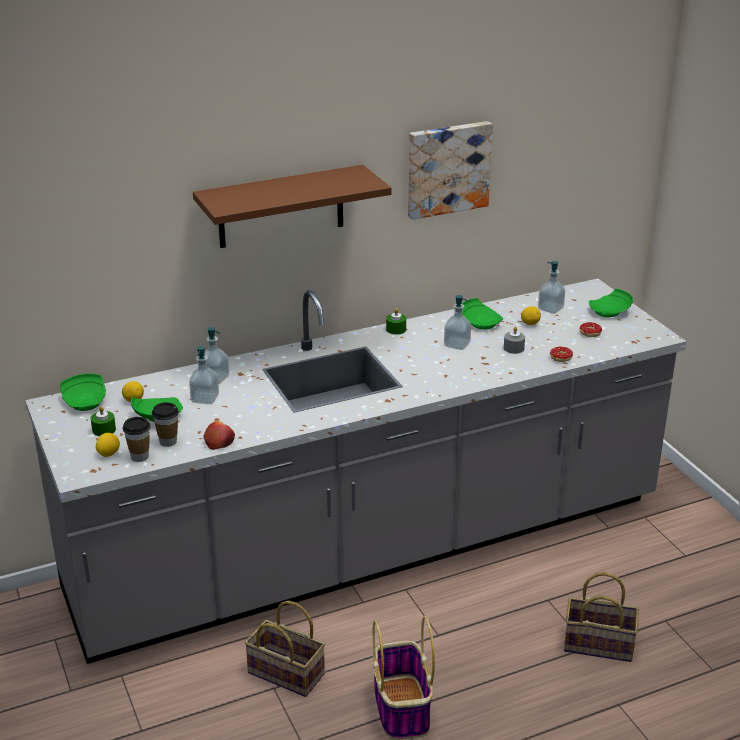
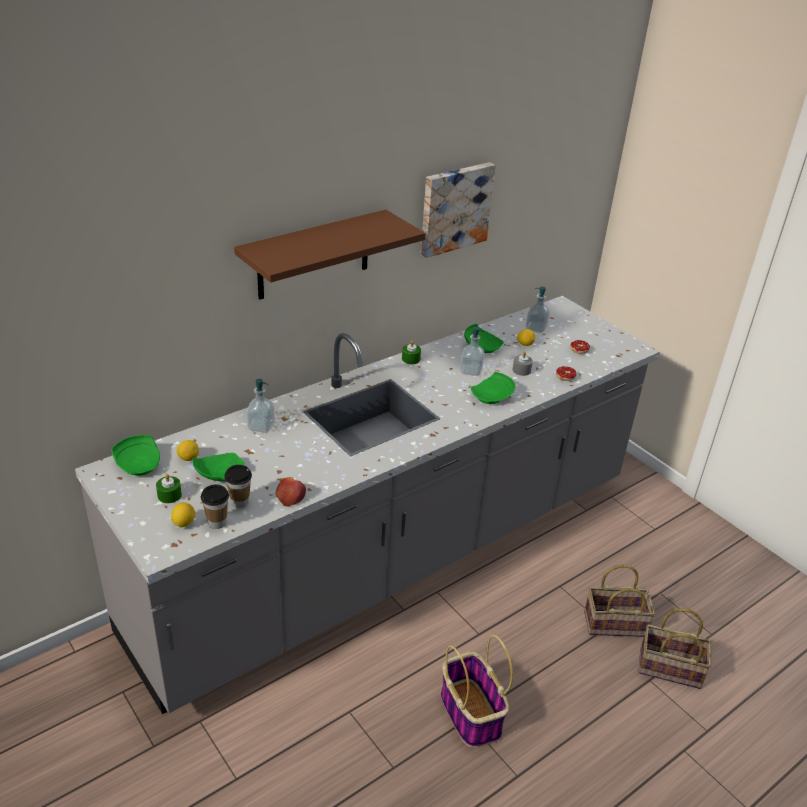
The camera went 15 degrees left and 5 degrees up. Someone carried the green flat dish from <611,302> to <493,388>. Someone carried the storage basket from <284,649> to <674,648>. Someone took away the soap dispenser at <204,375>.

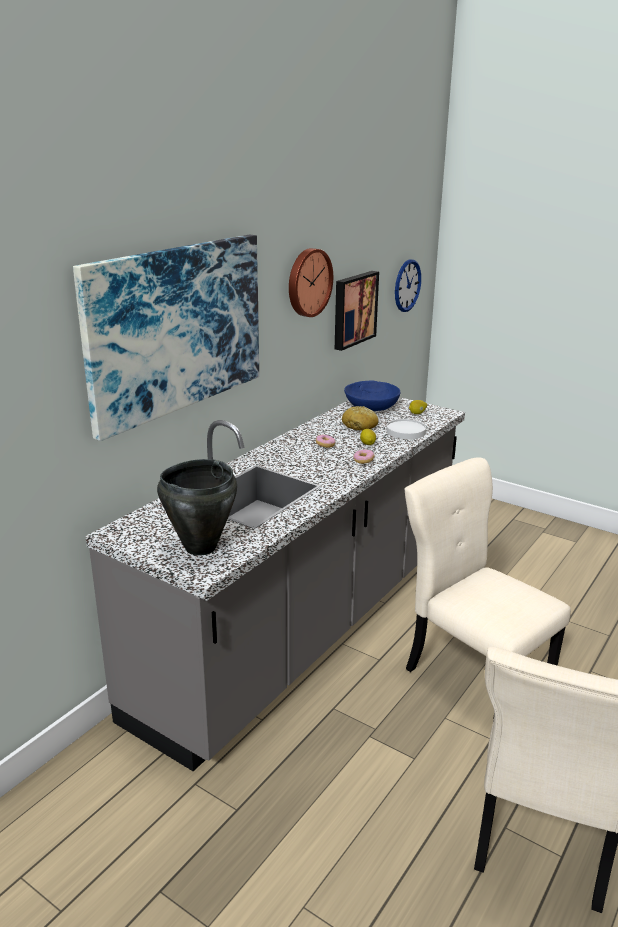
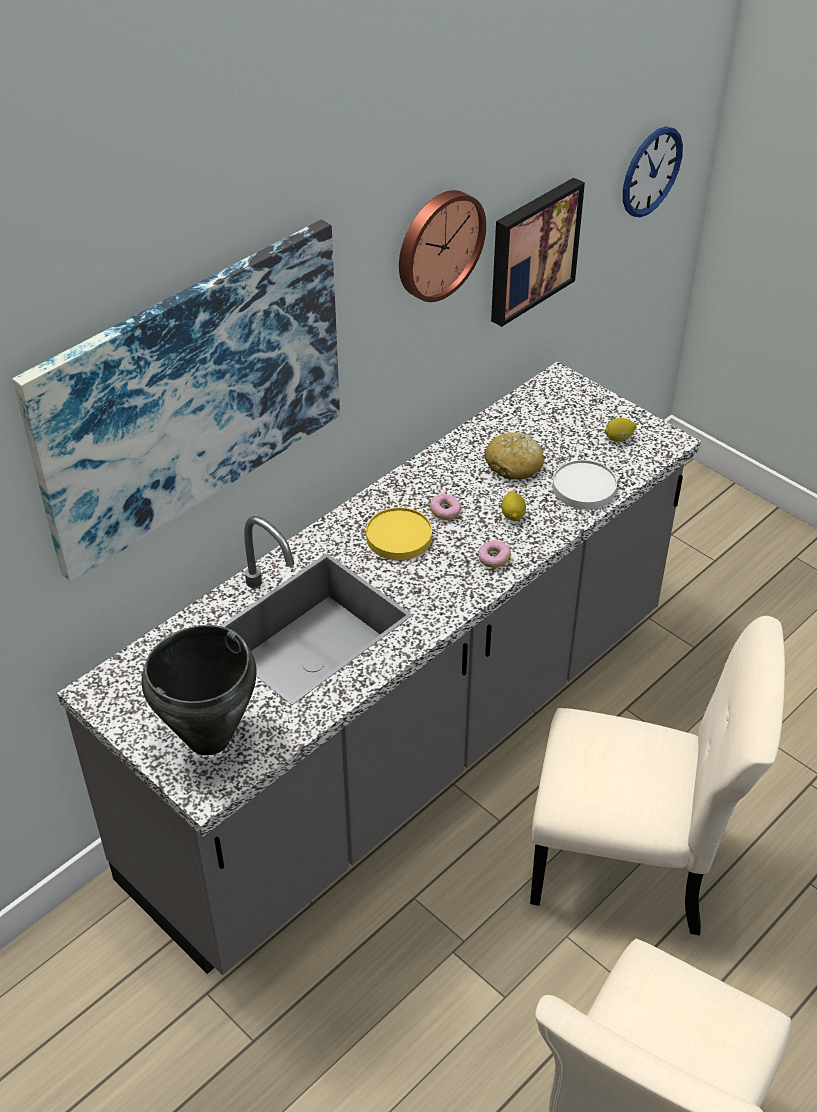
The camera went 10 degrees right and 20 degrees up. Someone put down the yellowish flat dish at <399,533>. Someone rotated the beige-coloured plain chair at <488,588> by 135 degrees clockwise. Someone took away the bluish deep dish at <372,395>.

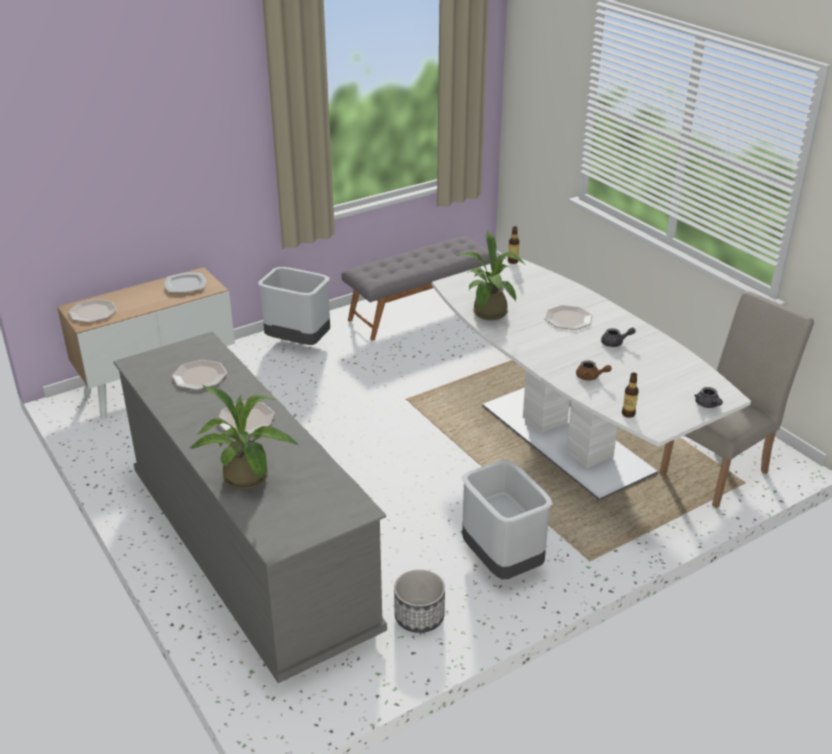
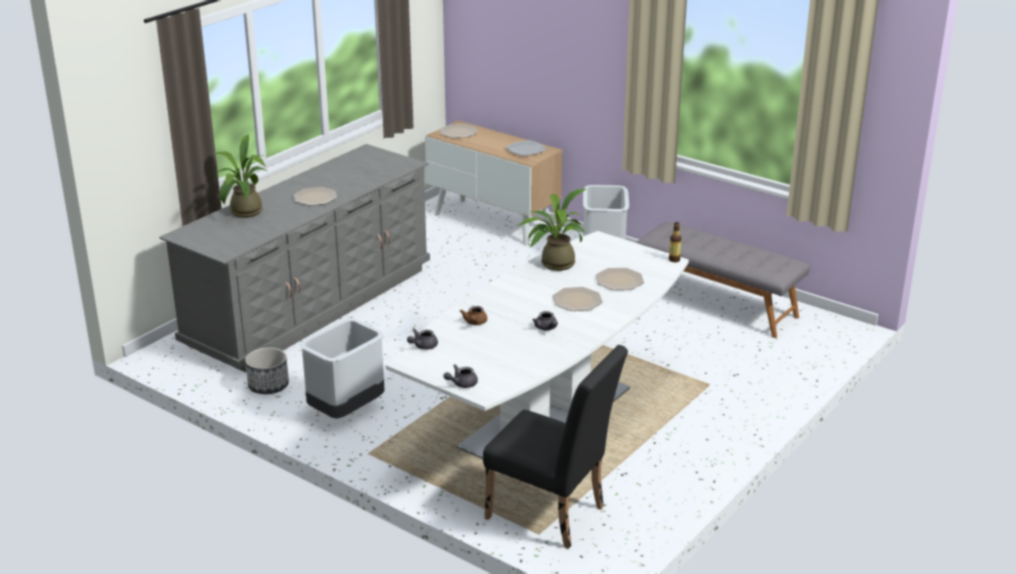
The camera went 70 degrees right and 5 degrees down. Someone swapped the drink bottle at <630,395> for the gray tea pot at <422,339>. Someone repainted the beige-coloured plain chair at <737,399>, which became the black plain chair at <555,447>. Someone carried the flat dish from <199,375> to <620,279>.

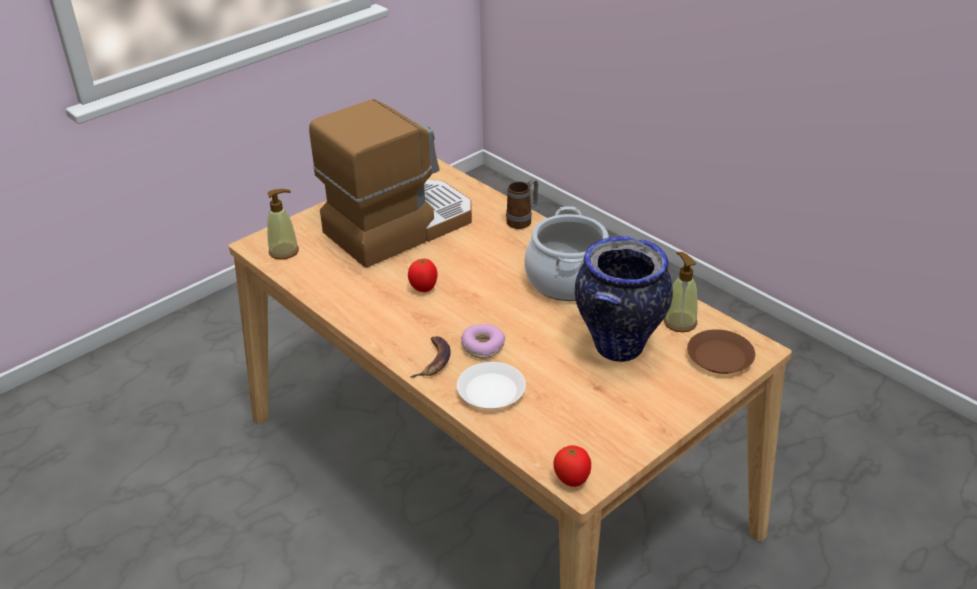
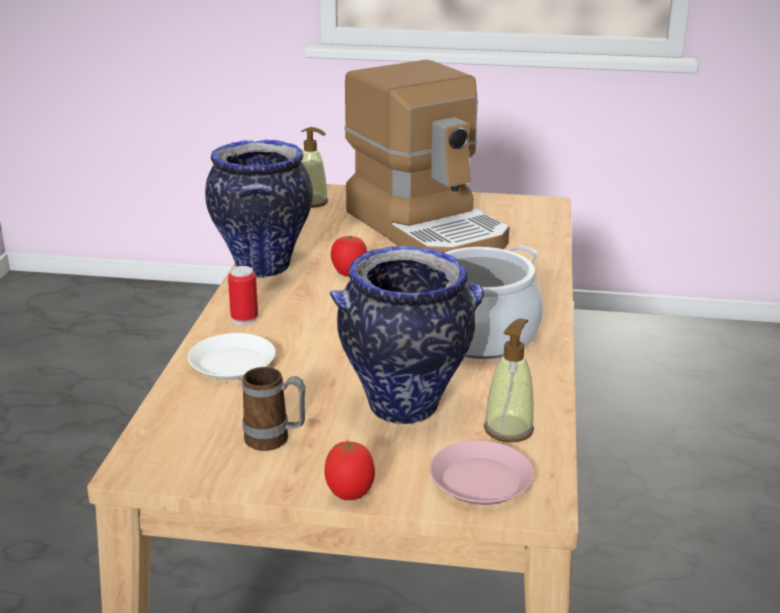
The camera went 50 degrees right and 10 degrees down. Someone put down the vase at <259,208>. Someone swapped the banana fruit at <430,357> for the metal can at <243,295>. Someone carried the tea mug from <522,204> to <273,409>. Someone carried the fresh tomato from <572,465> to <349,470>. Someone rotated the coffee machine at <390,183> by 45 degrees clockwise. Someone repainted the brownish flat dish at <721,351>, which became the pinkish flat dish at <482,472>. Someone took away the ring doughnut at <483,341>.

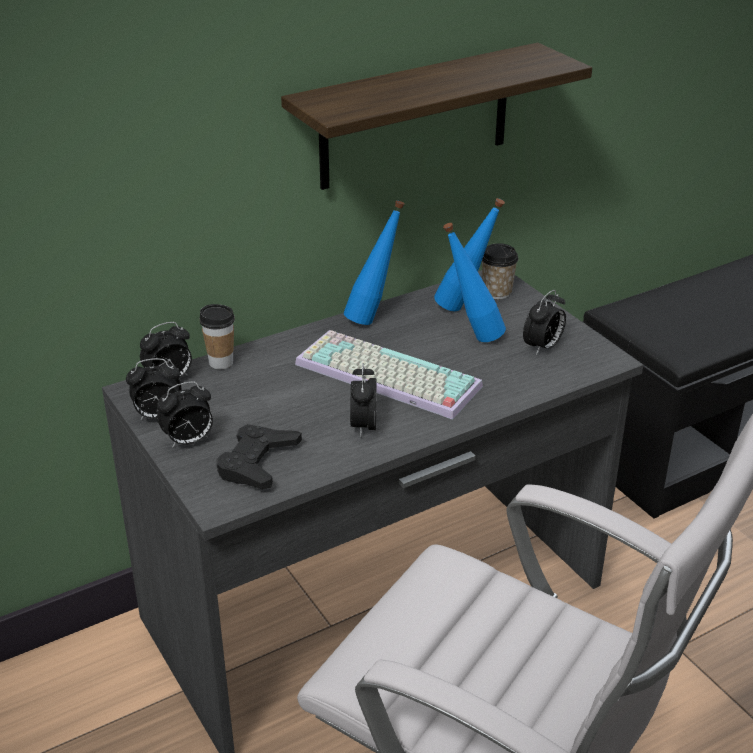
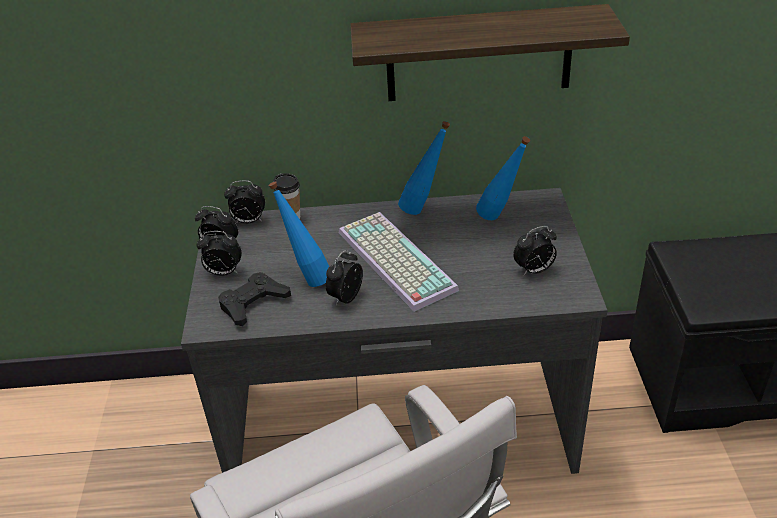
The camera went 30 degrees right and 5 degrees up. Someone carried the bluish drink bottle from <474,282> to <298,234>. Someone took away the drinking cup at <500,271>.

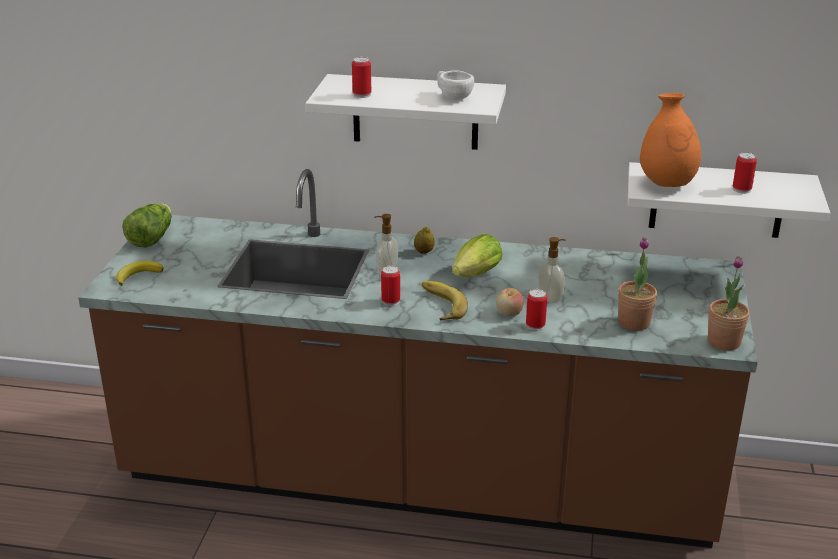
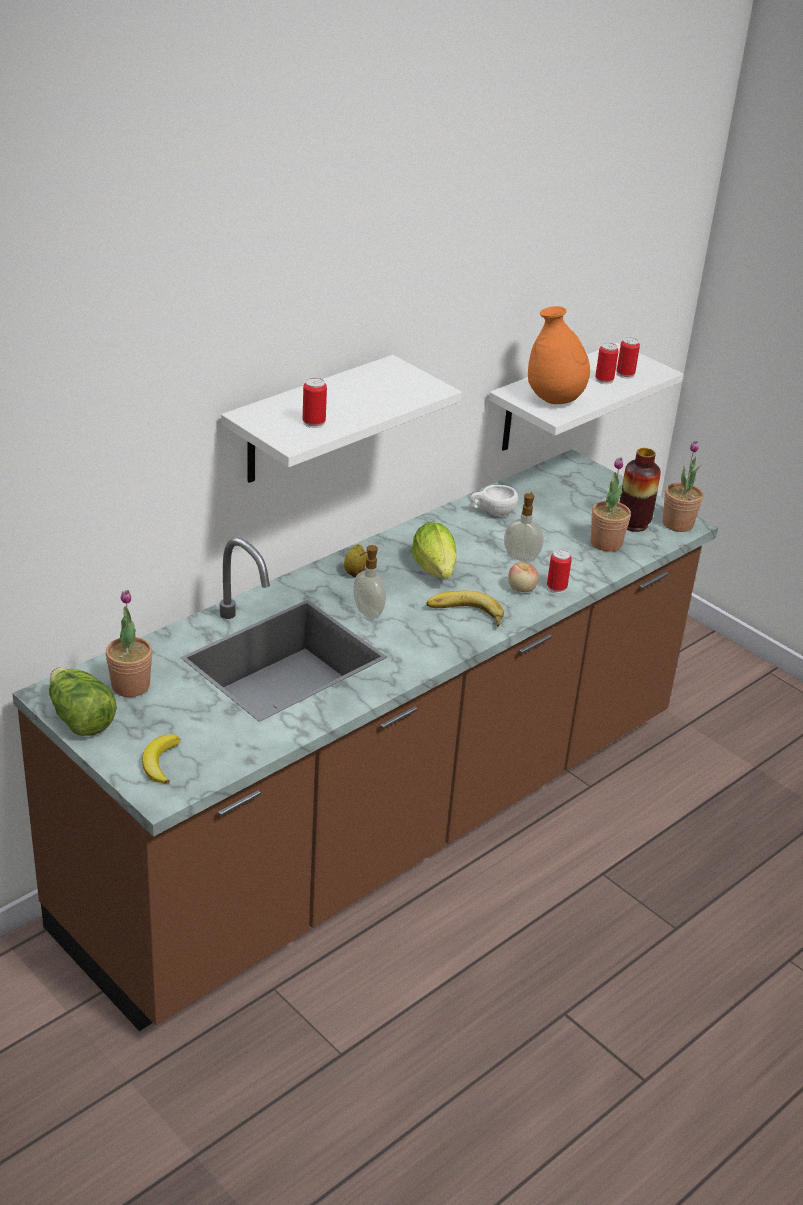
The camera went 55 degrees left and 5 degrees up. Someone put down the potted plant at <129,643>. Someone carried the white drinking cup from <455,85> to <494,500>. Someone carried the metal can from <390,286> to <628,357>. Someone put down the vase at <640,490>.

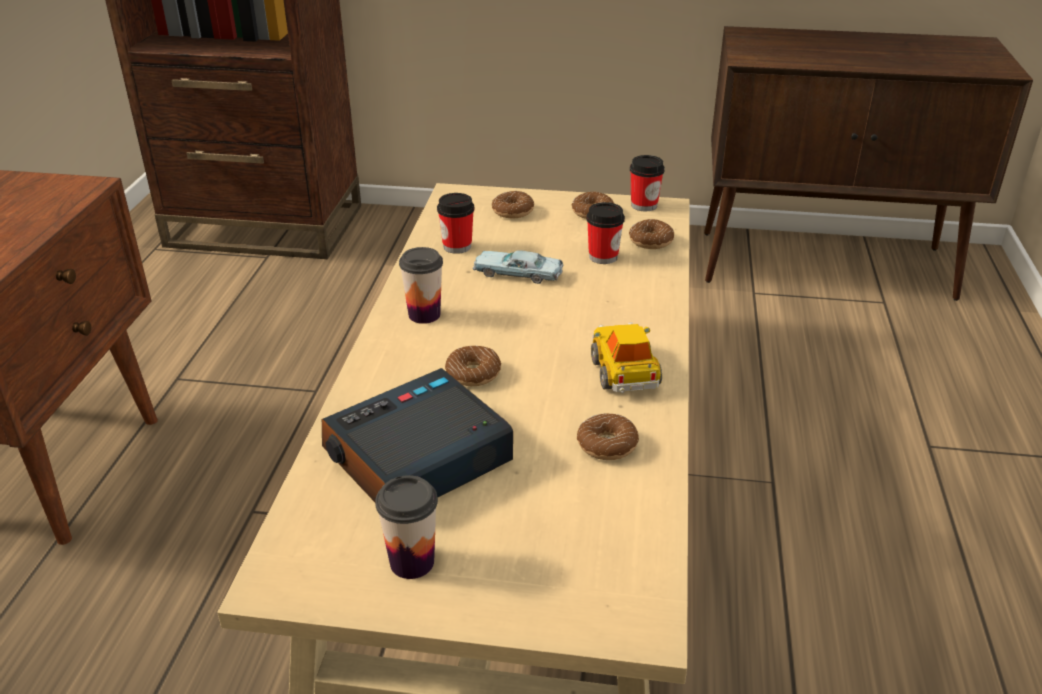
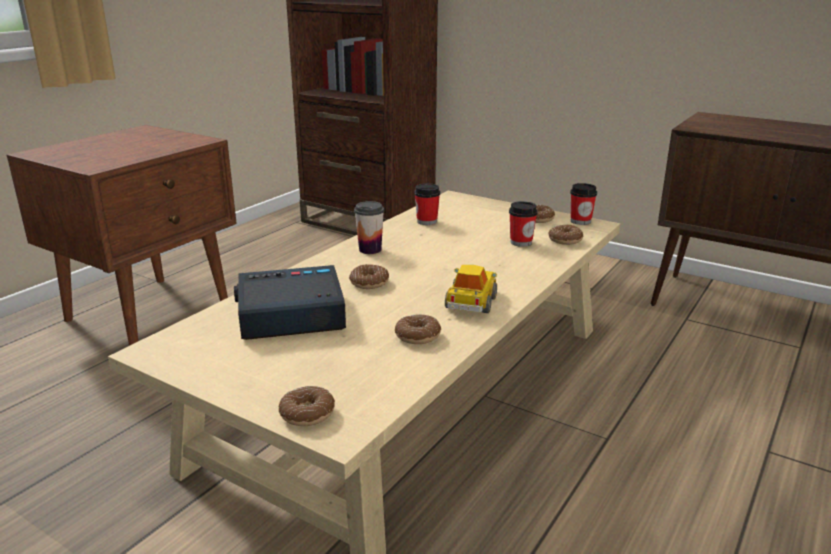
The camera went 25 degrees right and 10 degrees down. Someone carried the ring doughnut from <513,205> to <307,406>. Someone took away the drinking cup at <406,527>. Someone took away the bluish miniature car at <518,267>.

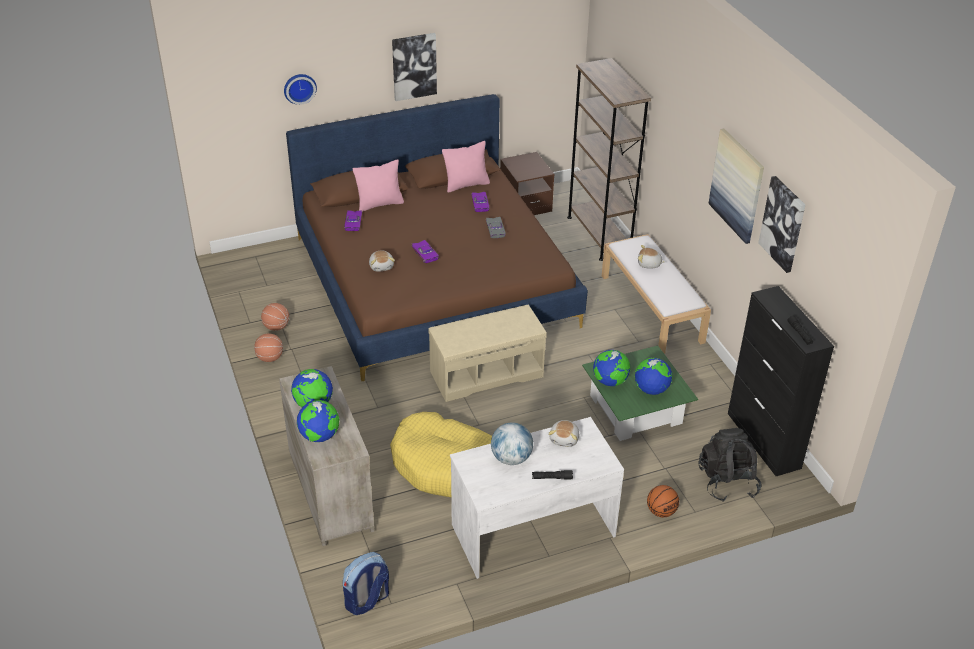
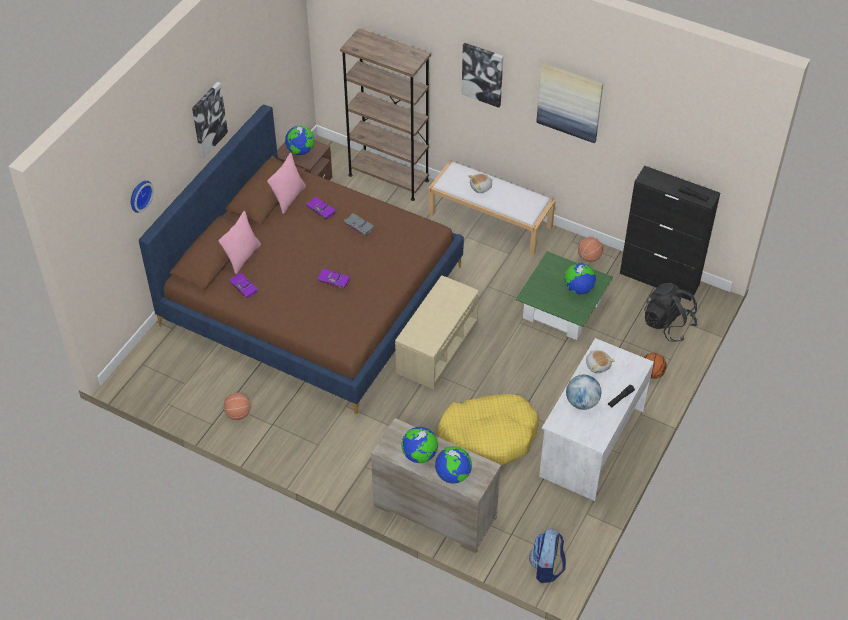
The camera went 40 degrees left and 10 degrees up. Someone carried the desk globe from <611,368> to <299,140>. Someone carried the wall picture from <781,224> to <482,75>. Someone carried the basketball ball from <268,347> to <590,249>. Someone took away the plush toy at <382,261>.

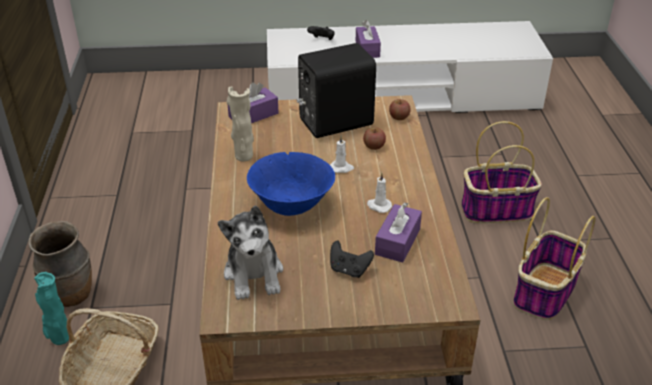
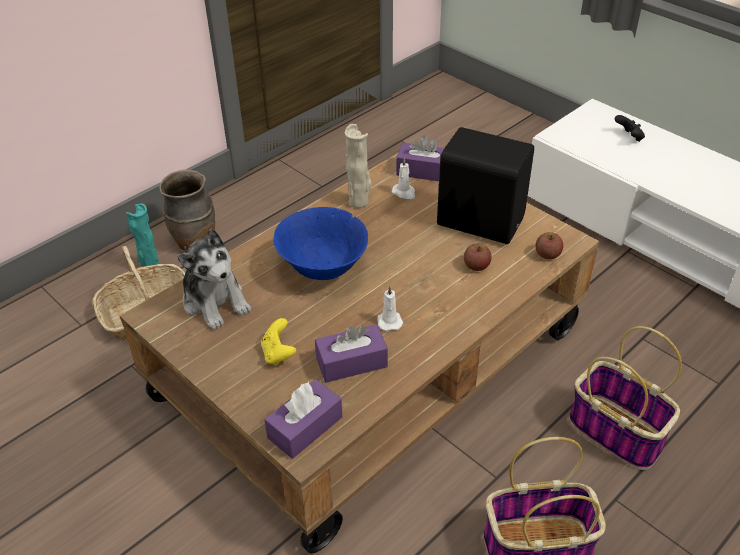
The camera went 50 degrees right and 5 degrees up. Someone rotated the plush toy at <250,252> by 75 degrees counterclockwise. Someone repainted the black game controller at <352,259>, which became the yellowish game controller at <278,342>. Someone carried the purple-coloured box of tissues from <368,39> to <303,419>. Someone carried the white wax candle from <342,154> to <403,178>.

